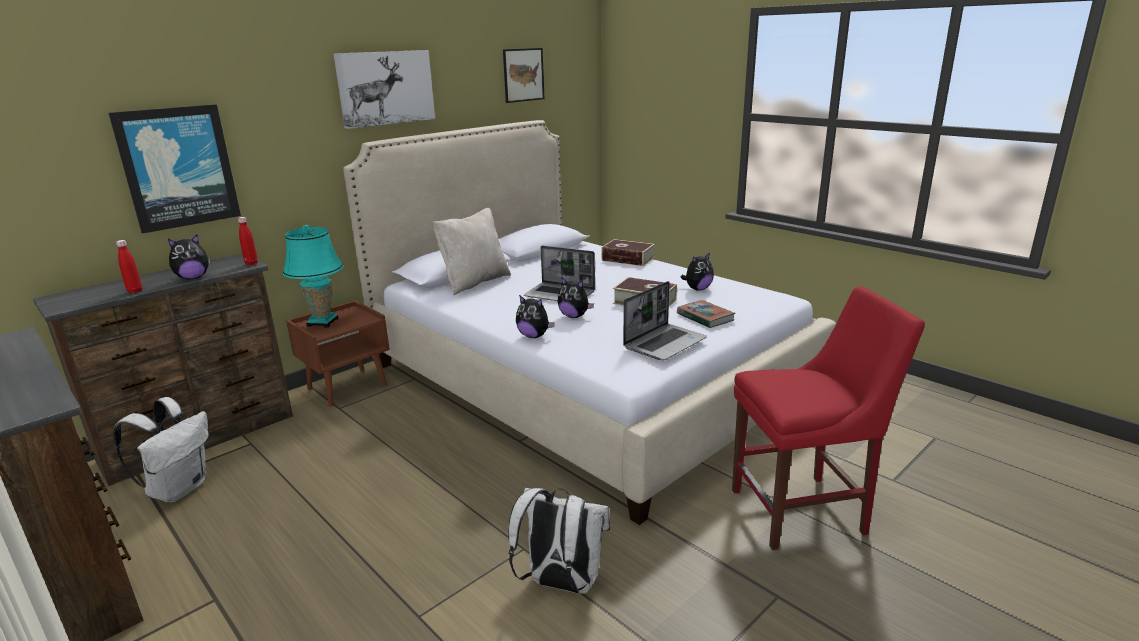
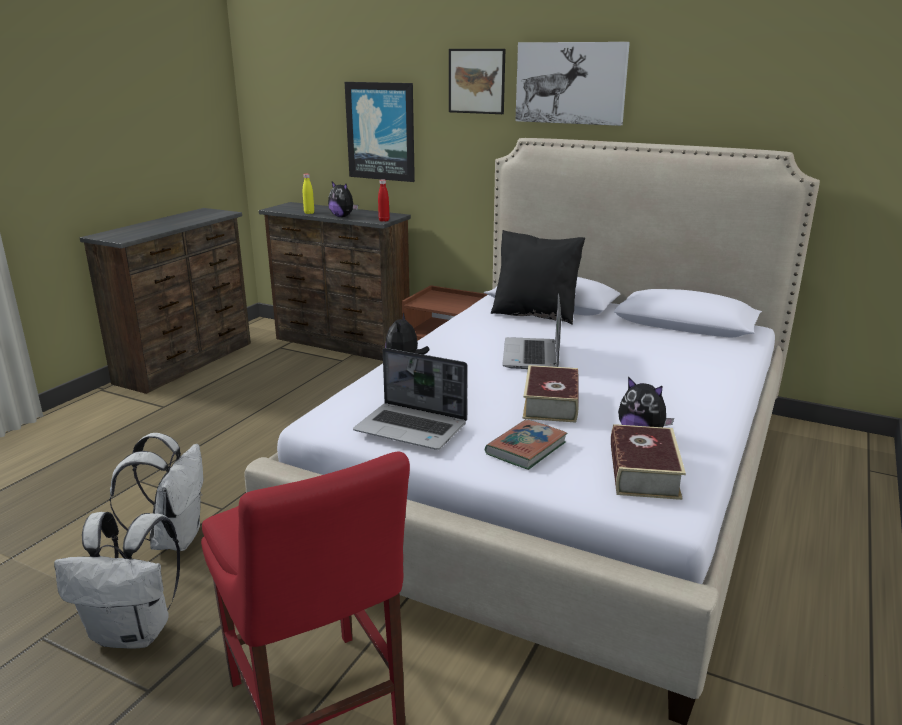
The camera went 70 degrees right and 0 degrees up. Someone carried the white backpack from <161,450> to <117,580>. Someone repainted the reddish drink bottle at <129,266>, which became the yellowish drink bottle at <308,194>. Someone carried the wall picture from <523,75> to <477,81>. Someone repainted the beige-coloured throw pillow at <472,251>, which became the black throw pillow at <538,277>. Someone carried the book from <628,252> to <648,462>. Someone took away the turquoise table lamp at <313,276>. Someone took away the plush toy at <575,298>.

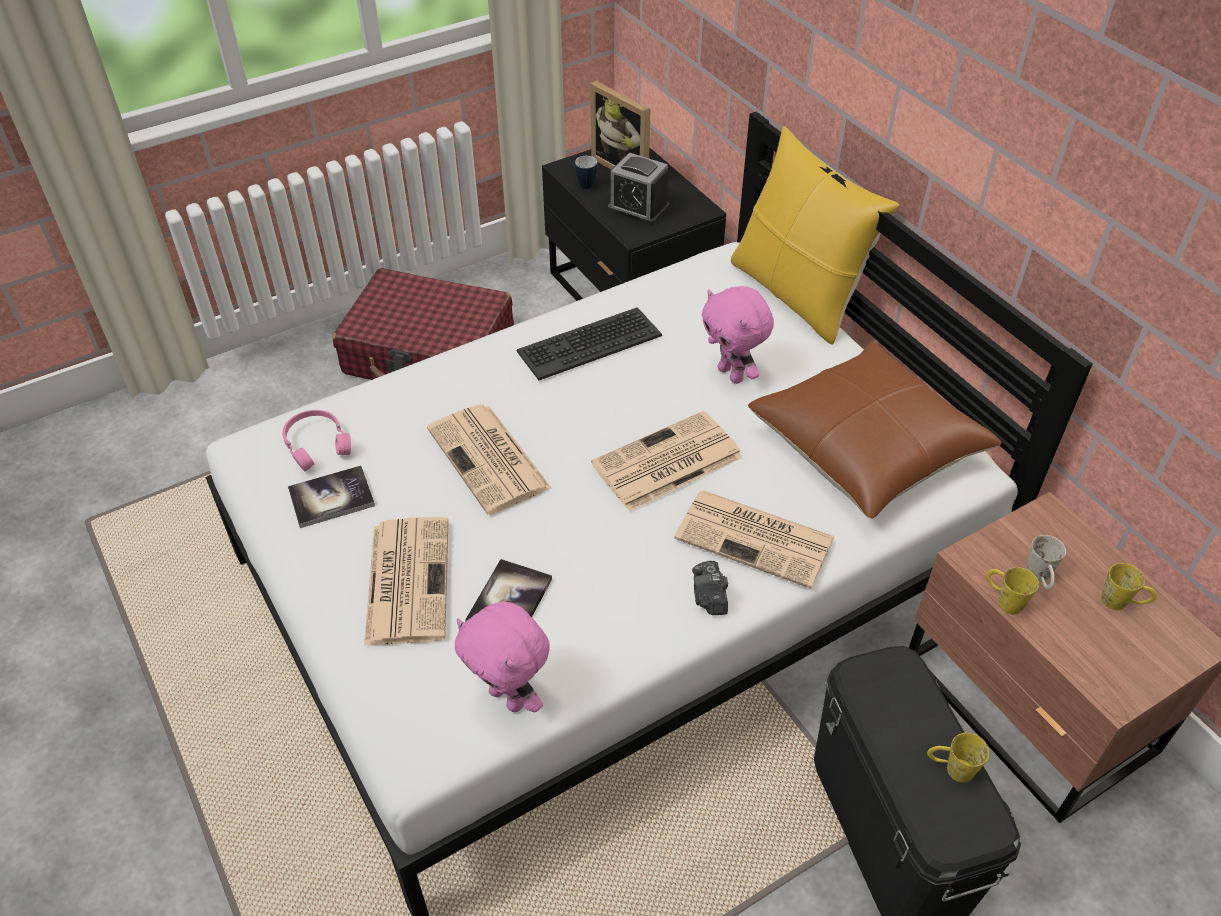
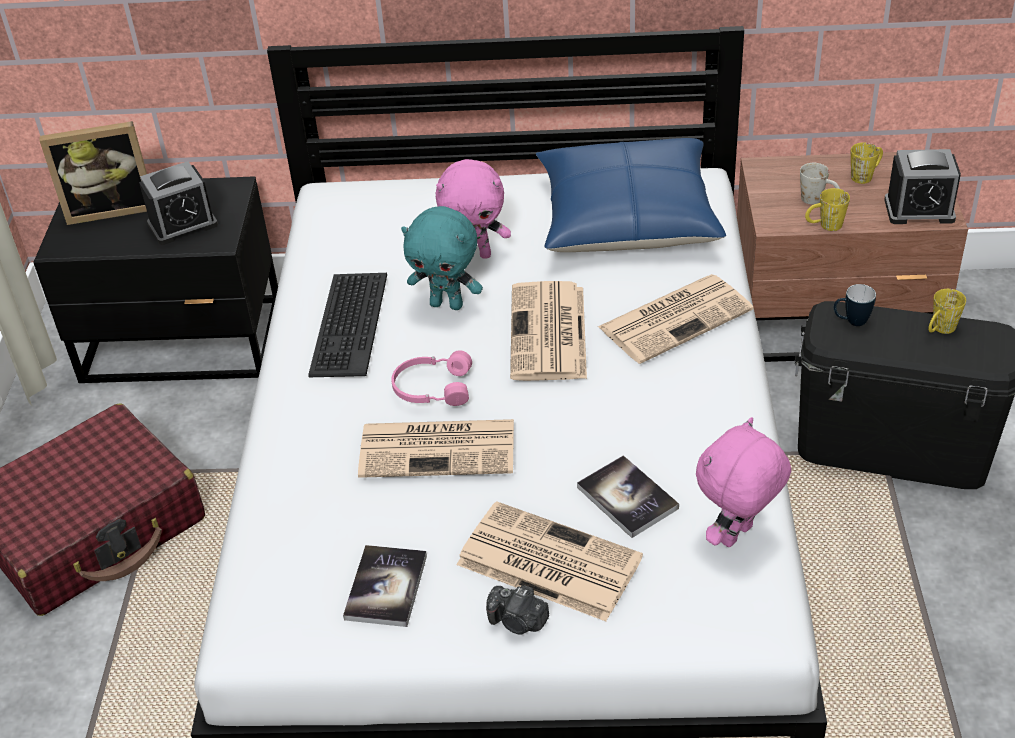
The camera went 55 degrees left and 5 degrees down. Someone carried the pinkish pair of headphones from <316,440> to <431,378>. Someone put down the turquoise plush toy at <442,258>. Someone carried the still camera from <710,588> to <517,609>. Someone repainted the brownish throw pillow at <875,430>, which became the bluish throw pillow at <631,195>. Someone rotated the pinkish plush toy at <502,657> by 150 degrees clockwise. Someone carried the tea mug from <585,172> to <855,305>. Someone put down the table clock at <922,186>. Someone took away the yellowish throw pillow at <815,235>.

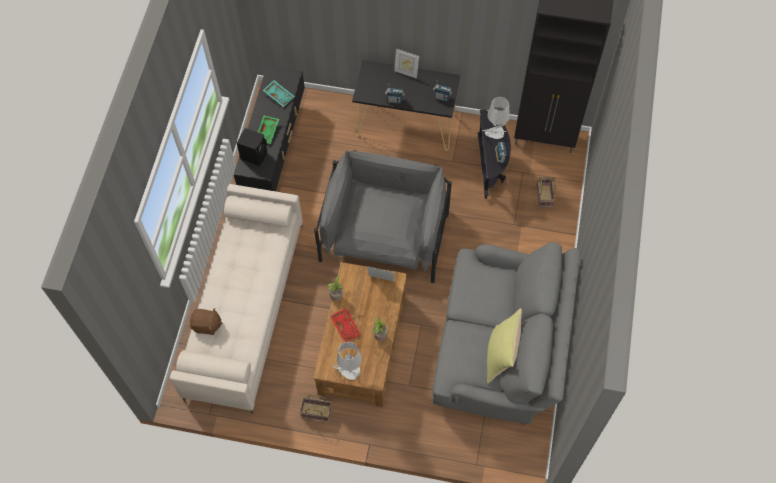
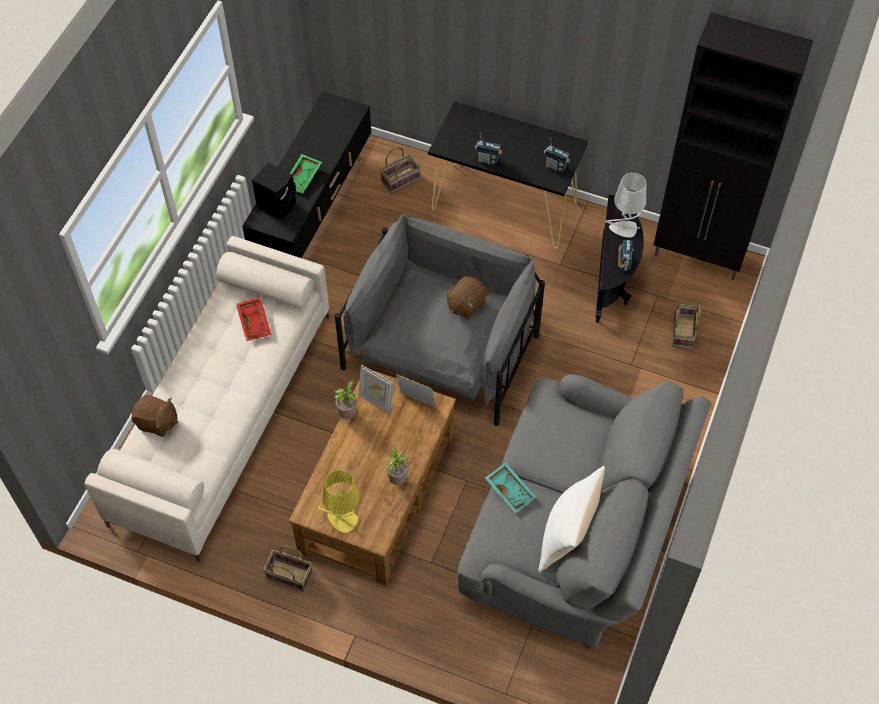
The camera went 10 degrees right and 5 degrees down. Someone carried the reddish tray from <345,325> to <253,319>. Someone repainted the gray table lamp at <347,361>, which became the yellowish table lamp at <338,501>. Someone carried the picture frame from <406,64> to <376,388>. Someone put down the storage basket at <400,170>. Someone put down the brownish plush toy at <467,297>. Someone carried the turquoise tray from <279,93> to <510,488>. Someone repainted the yellowish throw pillow at <504,346>, which became the white throw pillow at <571,519>.

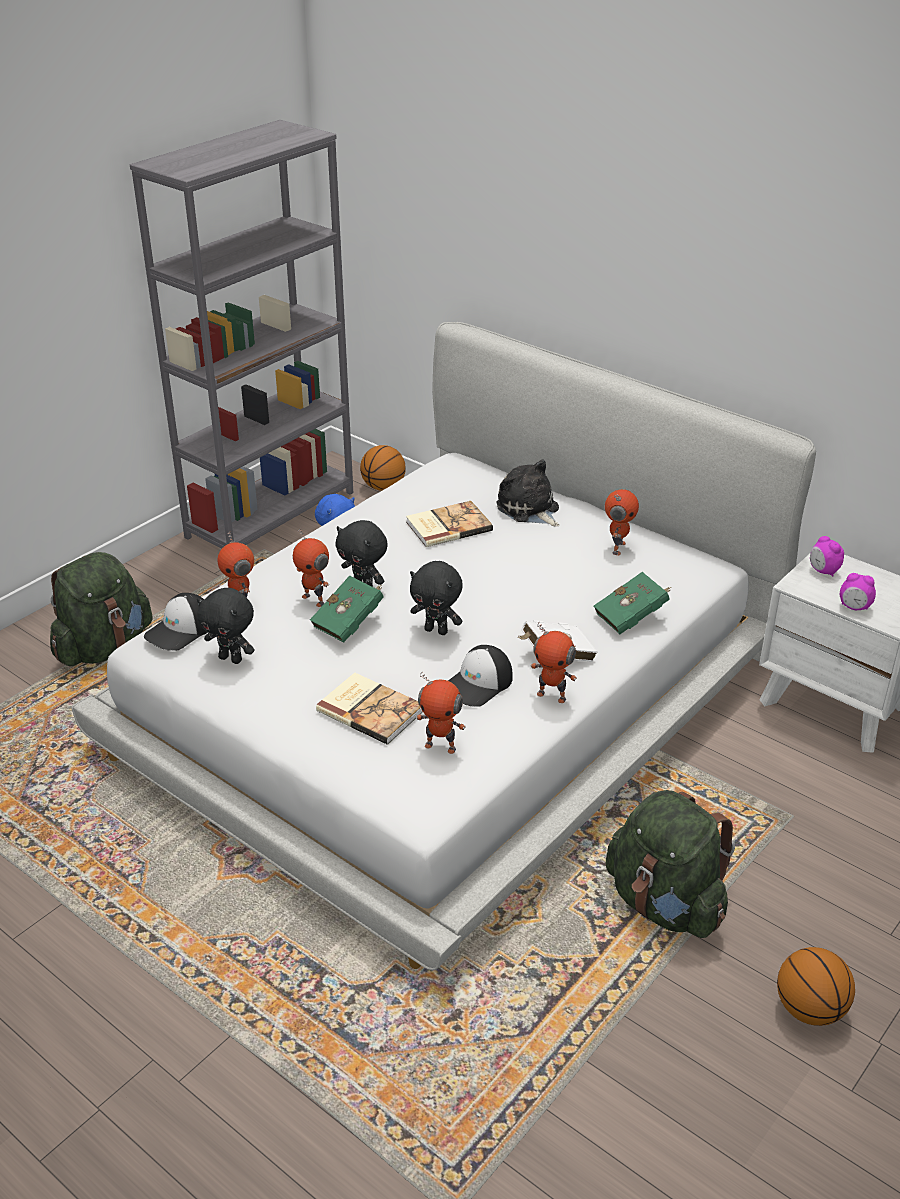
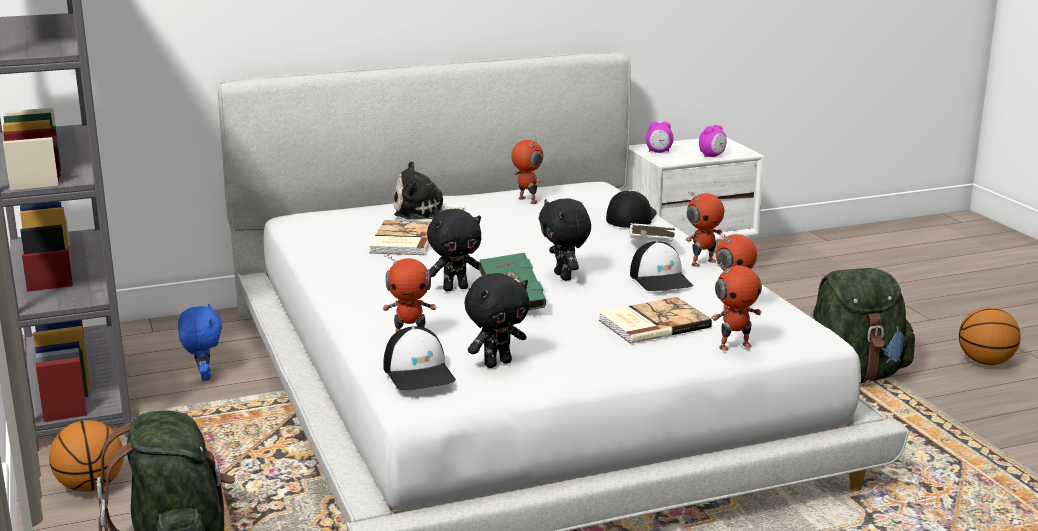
The camera went 60 degrees left and 15 degrees down. Someone carried the basketball ball from <383,468> to <86,456>. Someone rotated the black plush toy at <436,598> by 105 degrees clockwise. Someone swapped the green book at <632,603> for the cap at <631,209>. Someone carried the robot figure from <311,567> to <736,306>.

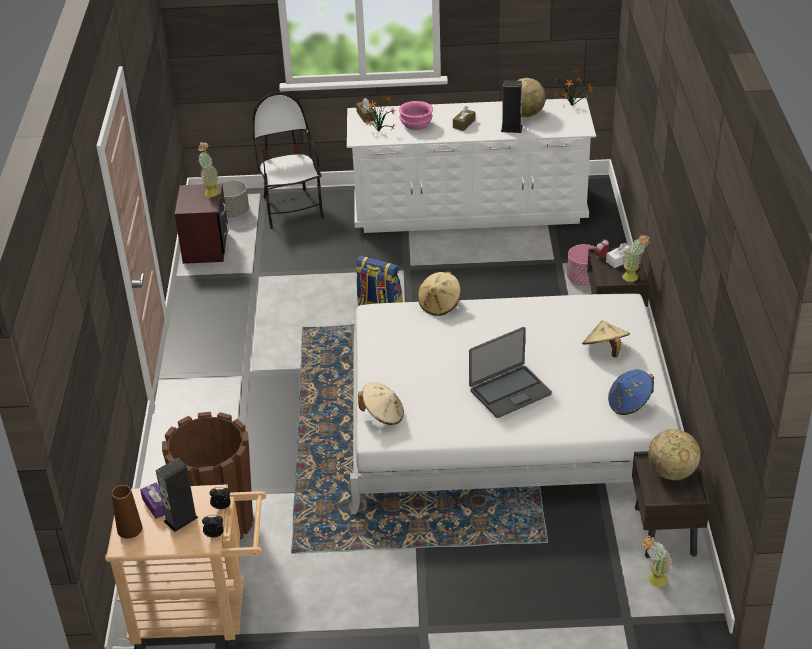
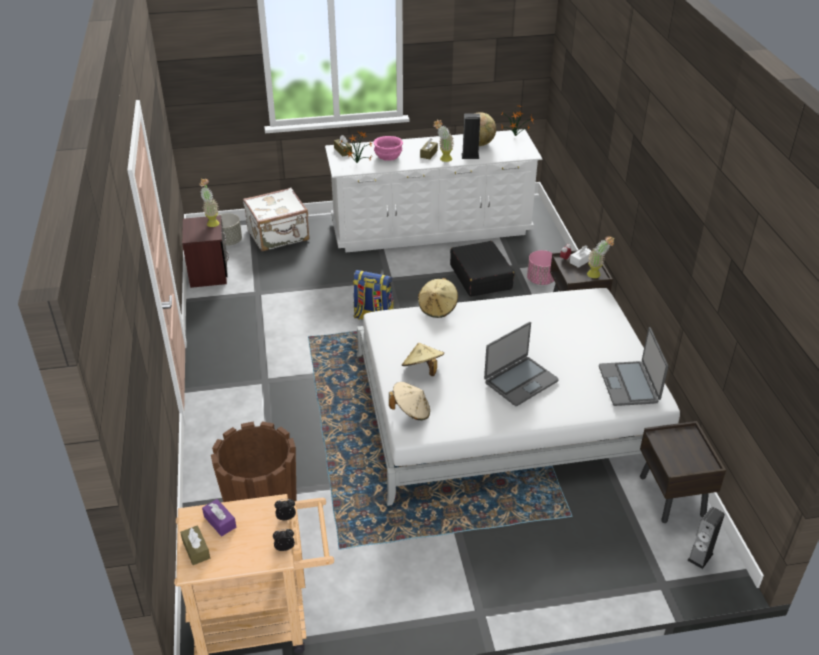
The camera went 10 degrees left and 0 degrees up. Someone swapped the brownish vase at <126,512> for the brownish box of tissues at <195,545>. Someone swapped the plain chair at <288,160> for the white piece of luggage at <276,219>. Someone carried the beige-coloured hat from <606,338> to <423,359>. Someone carried the potted plant from <656,561> to <443,141>. Someone put down the black piece of luggage at <482,269>. Someone swapped the bluish hat at <631,392> for the laptop at <633,366>. Someone carried the audio speaker from <177,495> to <706,538>. Someone took away the desk globe at <674,454>.

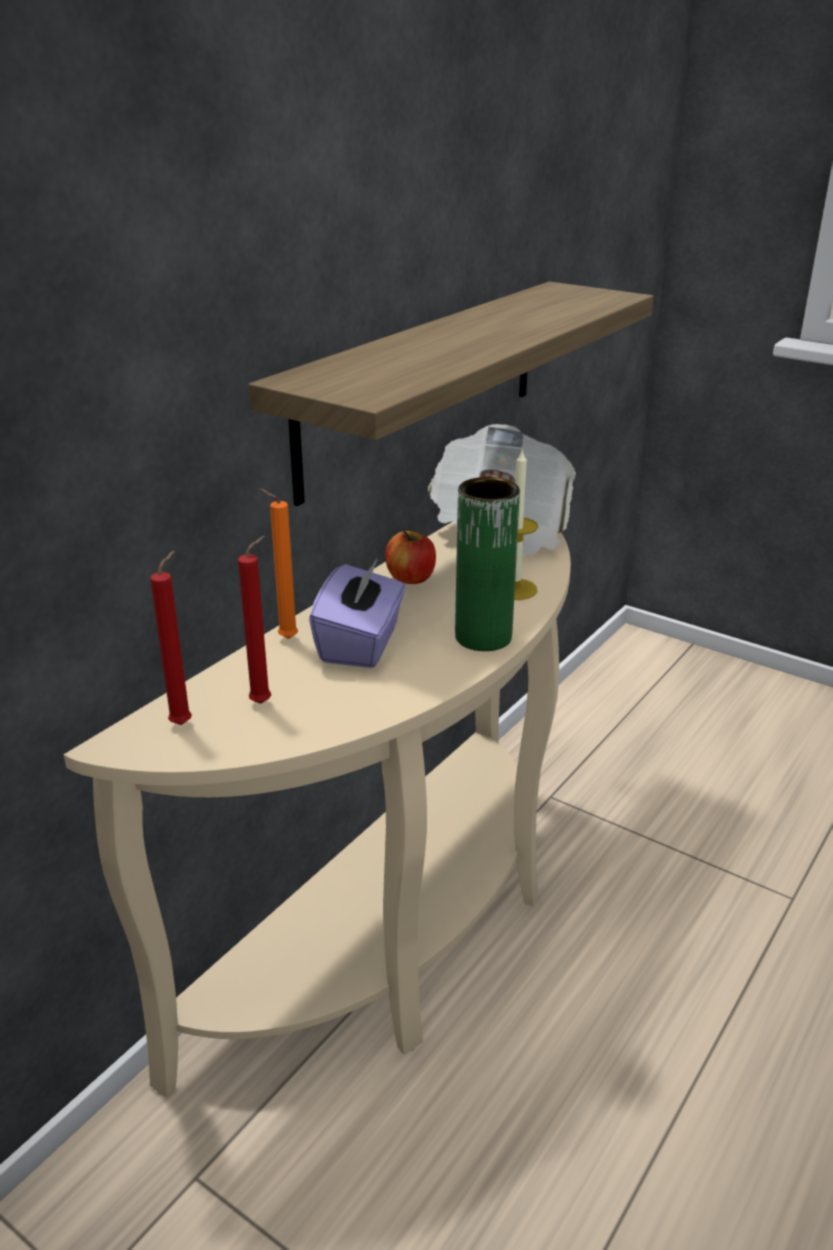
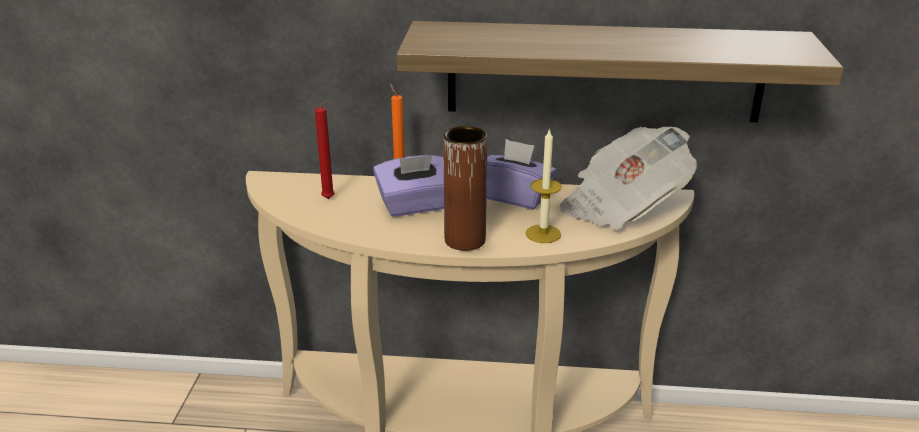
The camera went 60 degrees right and 0 degrees up. Someone repainted the green vase at <487,564>, which became the brownish vase at <465,188>. Someone swapped the apple at <410,557> for the purple-coloured box of tissues at <522,174>. Someone took away the reddish wax candle at <171,638>.

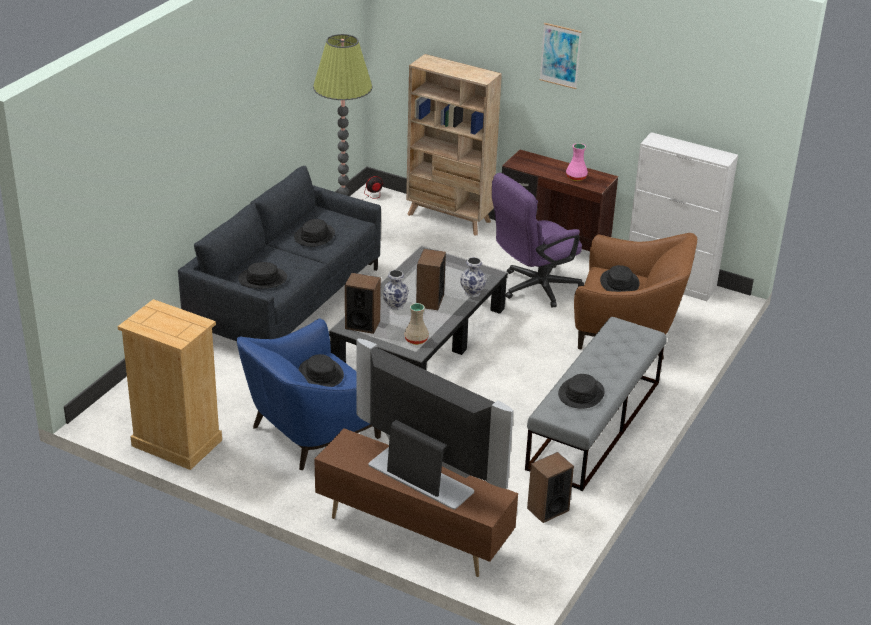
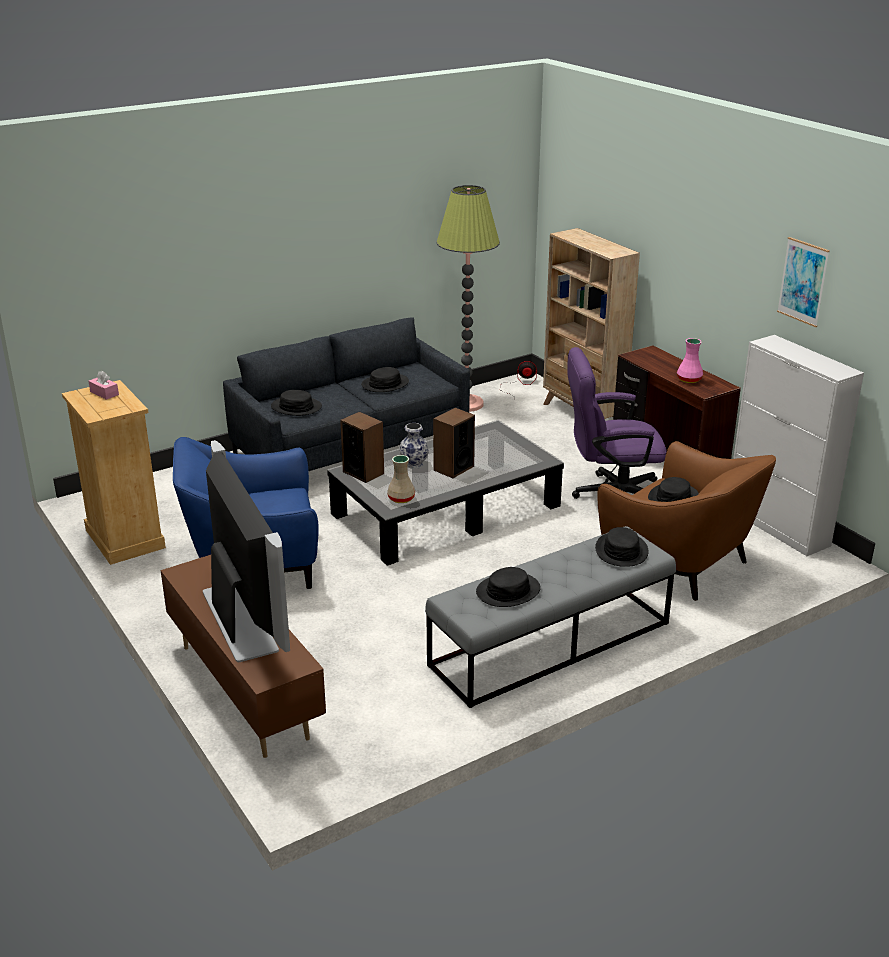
The camera went 30 degrees right and 5 degrees down. Someone put down the pinkish box of tissues at <103,385>. Someone carried the black hat from <321,370> to <621,547>. Someone carried the wall picture from <560,56> to <803,282>. Someone took away the vase at <473,277>. Someone took away the audio speaker at <550,487>.

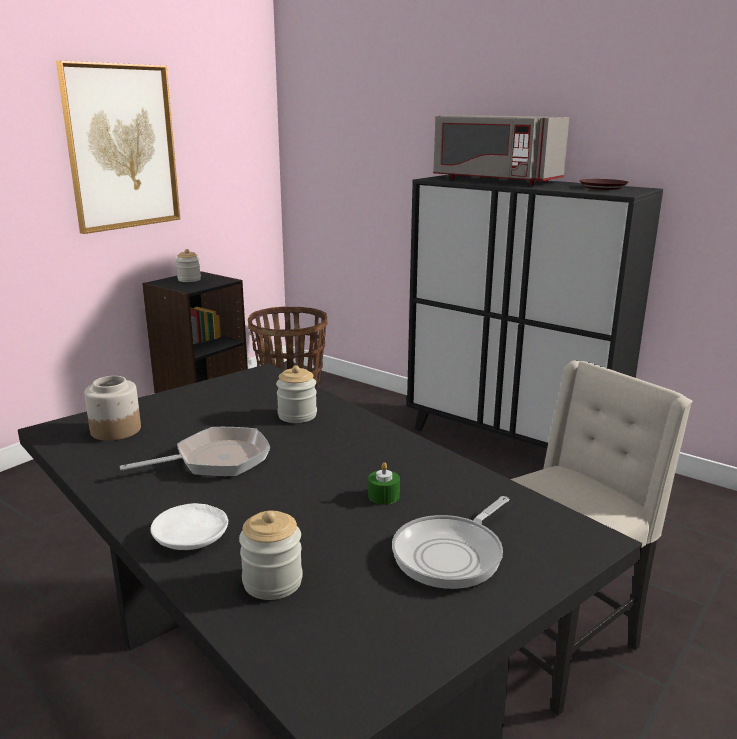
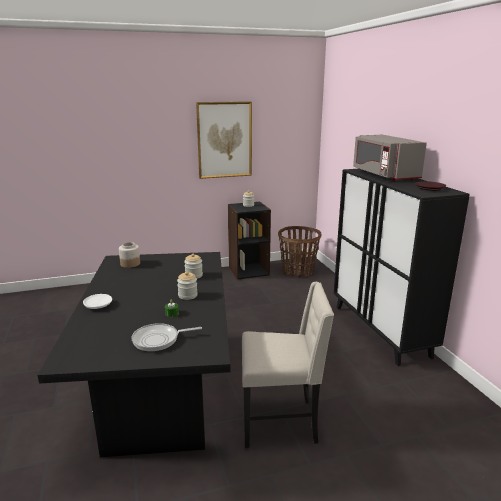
The camera went 35 degrees right and 0 degrees up. Someone carried the jar from <271,555> to <187,285>. Someone took away the frying pan at <195,452>.

